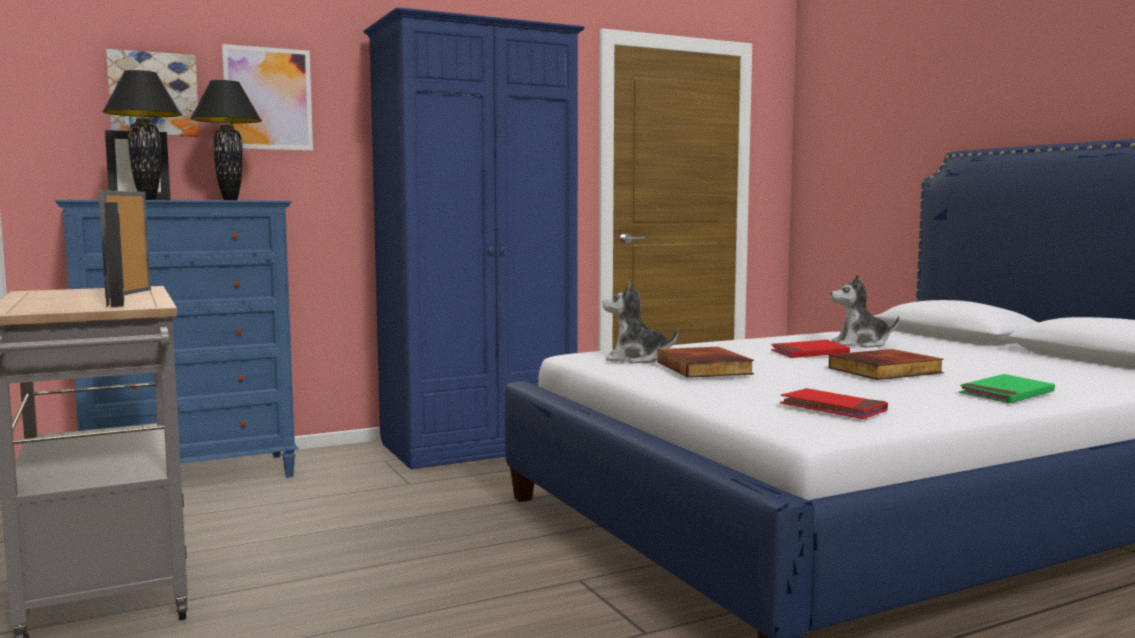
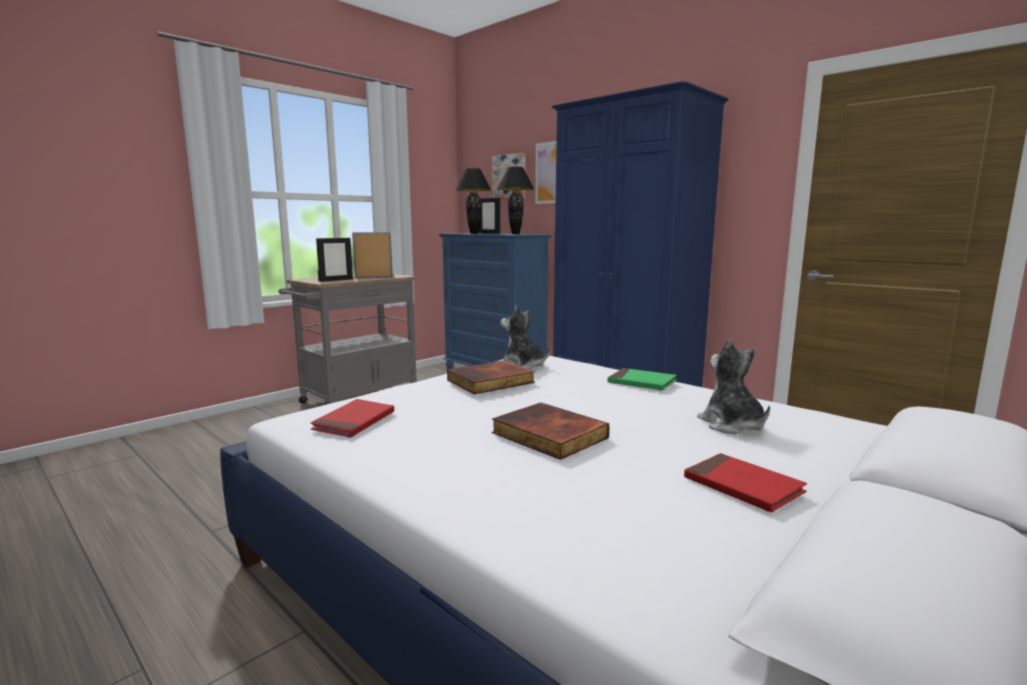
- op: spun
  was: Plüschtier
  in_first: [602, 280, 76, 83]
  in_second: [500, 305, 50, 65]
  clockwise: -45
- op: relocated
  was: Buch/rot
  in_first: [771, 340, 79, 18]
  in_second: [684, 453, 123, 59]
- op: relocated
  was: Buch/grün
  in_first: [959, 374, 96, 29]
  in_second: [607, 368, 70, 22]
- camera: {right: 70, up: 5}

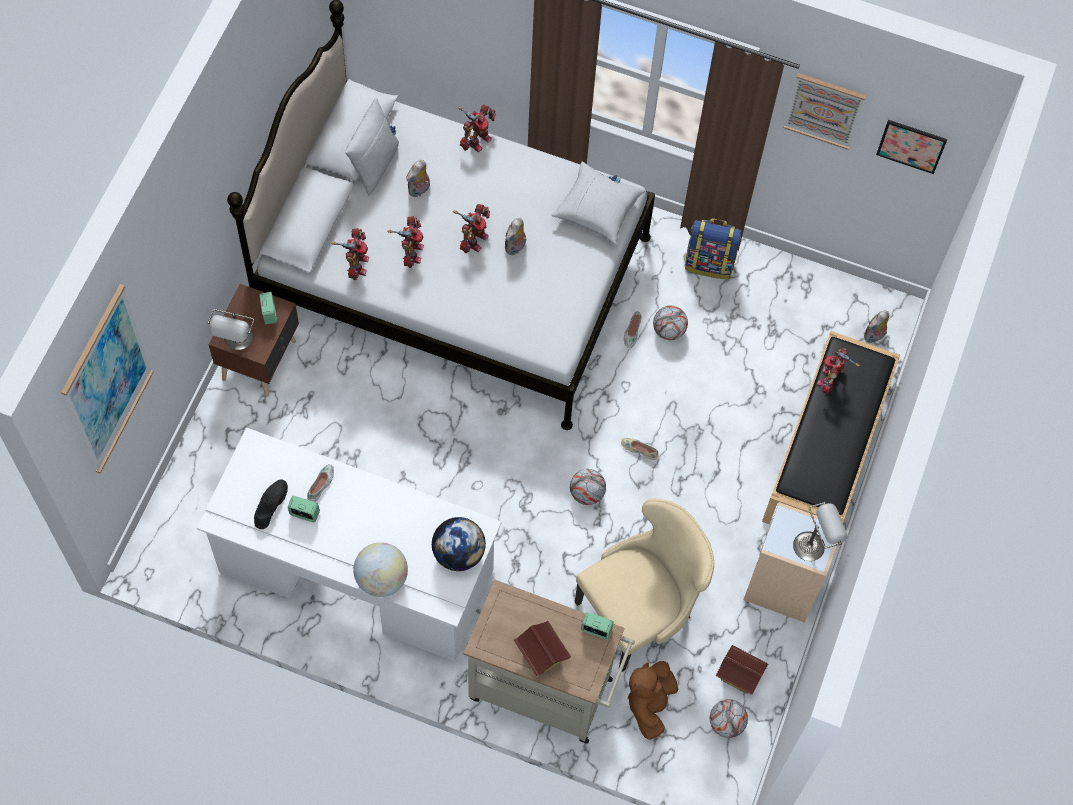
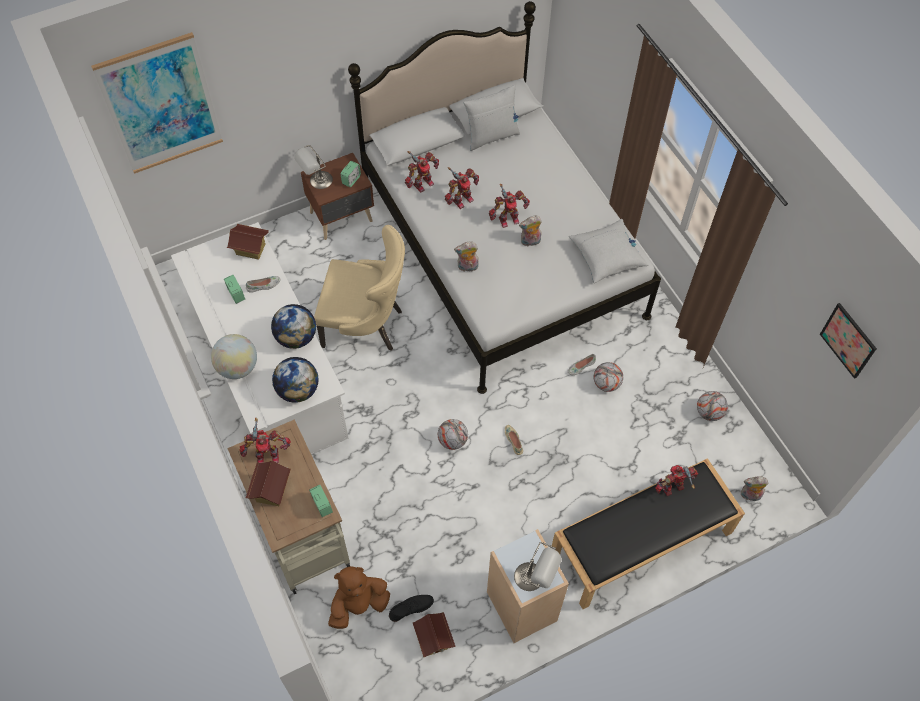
- op: missing
  was: Bild
  in_first: [784, 73, 82, 77]
- op: relocated
  was: Spielzeugroboter
  in_first: [458, 105, 38, 48]
  in_second: [240, 418, 51, 45]
- op: relocated
  was: Plüschtier
  in_first: [406, 160, 24, 37]
  in_second: [454, 241, 25, 31]
- op: missing
  was: Rucksack
  in_first: [685, 218, 56, 61]
- op: relocated
  was: Schuh/schwarz
  in_first: [254, 480, 34, 49]
  in_second: [389, 595, 45, 27]
- op: relocated
  was: Stuhl/beige
  in_first: [575, 498, 139, 174]
  in_second: [314, 225, 91, 126]
- op: relocated
  was: Fußball
  in_first: [710, 699, 38, 39]
  in_second: [697, 391, 31, 30]
- op: appeared
  now: Spielzeughaus
  in_second: [227, 224, 42, 36]
- op: appeared
  now: Globus
  in_second: [271, 304, 45, 45]
- camera: {right: 45, up: -5}

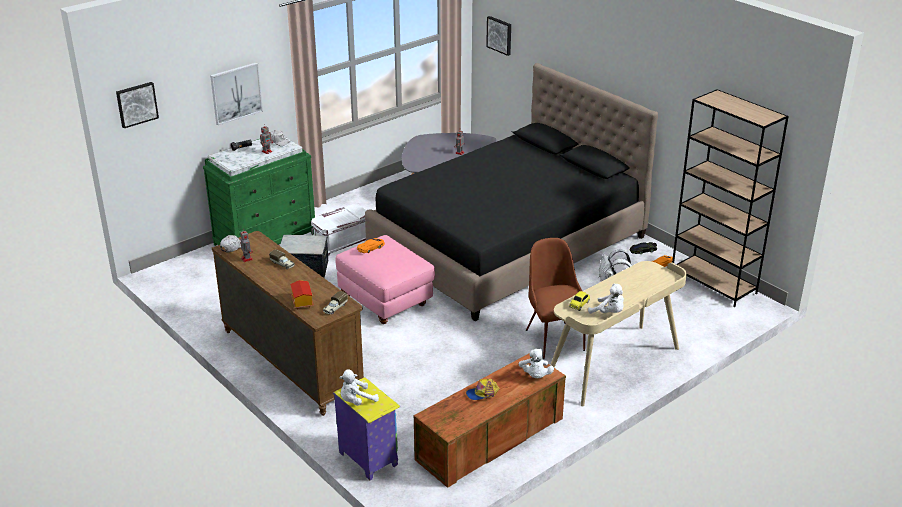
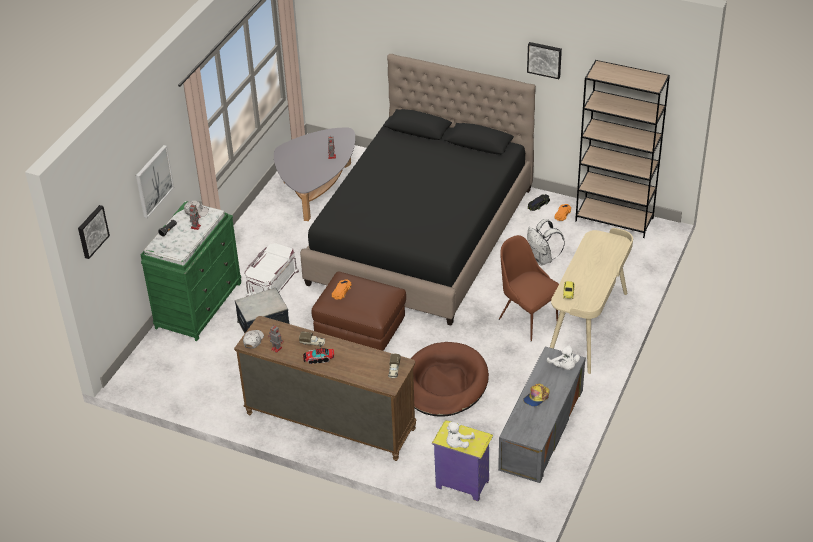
- op: relocated
  was: Bild
  in_first: [486, 16, 25, 40]
  in_second: [527, 42, 35, 37]
- op: colour
  was: Polsterhocker/rosa
  now: Polsterhocker/braun
  in_first: [336, 235, 99, 89]
  in_second: [312, 271, 94, 80]
- op: missing
  was: Spielzeughaus
  in_first: [290, 280, 24, 30]
- op: missing
  was: Plüschtier/weiß
  in_first: [588, 284, 36, 30]
- op: colour
  was: Bank/braun
  now: Bank/grau
  in_first: [414, 353, 152, 135]
  in_second: [498, 346, 88, 137]
- op: appeared
  now: Hundebett/braun
  in_second: [411, 342, 78, 75]
- op: appeared
  now: Spielzeuglaster
  in_second: [303, 348, 31, 16]
- camera: {right: -25, up: 10}

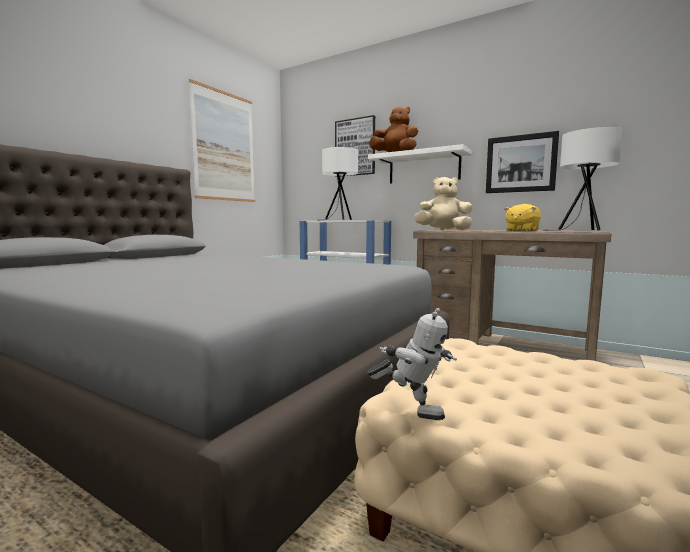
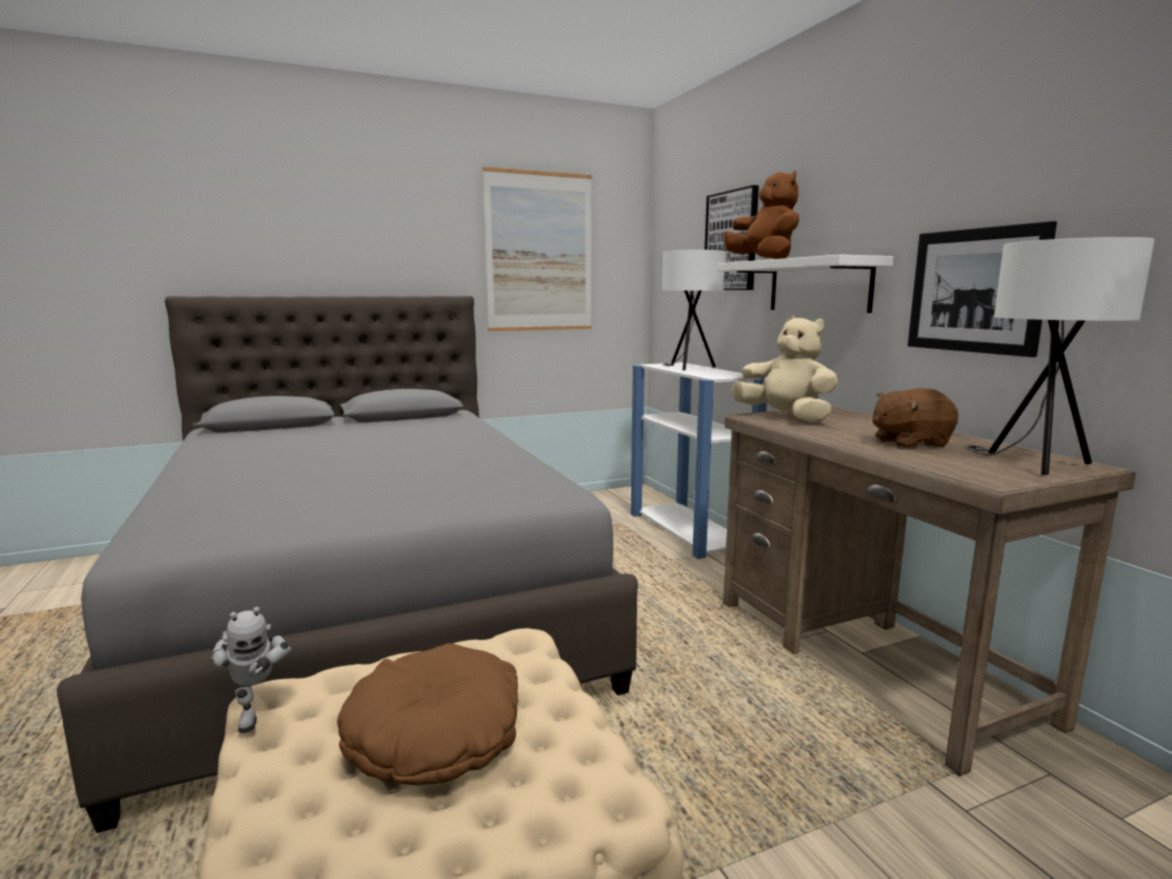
- op: colour
  was: Plüschtier/gelb
  now: Plüschtier/braun
  in_first: [504, 204, 37, 27]
  in_second: [872, 388, 86, 61]
- op: appeared
  now: Kissen/braun
  in_second: [337, 643, 181, 142]
- camera: {right: 35, up: 5}

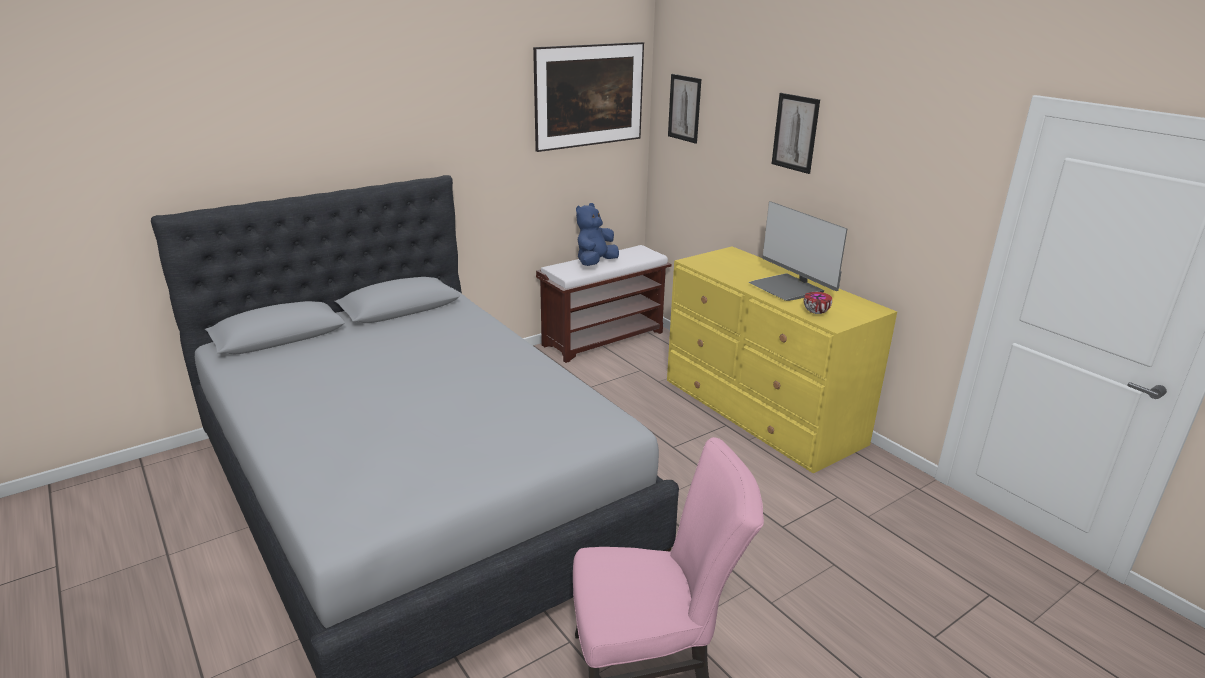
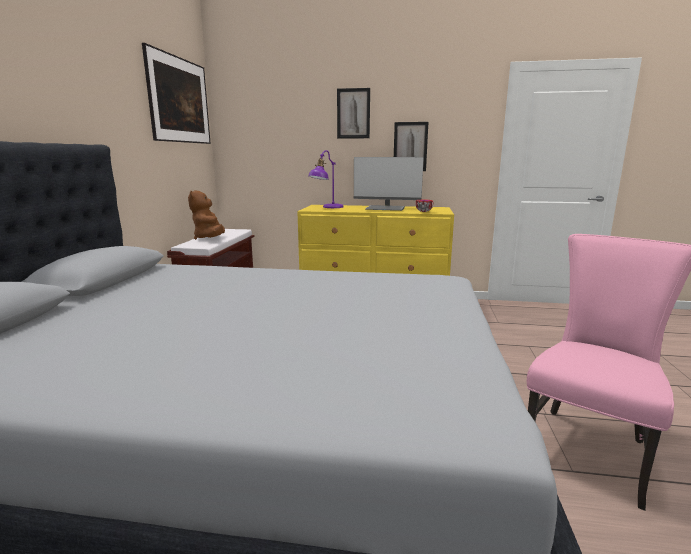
- op: relocated
  was: Bild
  in_first: [668, 74, 33, 70]
  in_second: [394, 122, 34, 49]
- op: colour
  was: Plüschtier/blau
  now: Plüschtier/braun
  in_first: [576, 203, 43, 63]
  in_second: [188, 190, 37, 50]
- op: appeared
  now: Tischlampe/lila
  in_second: [308, 150, 35, 58]
- camera: {right: -45, up: -10}

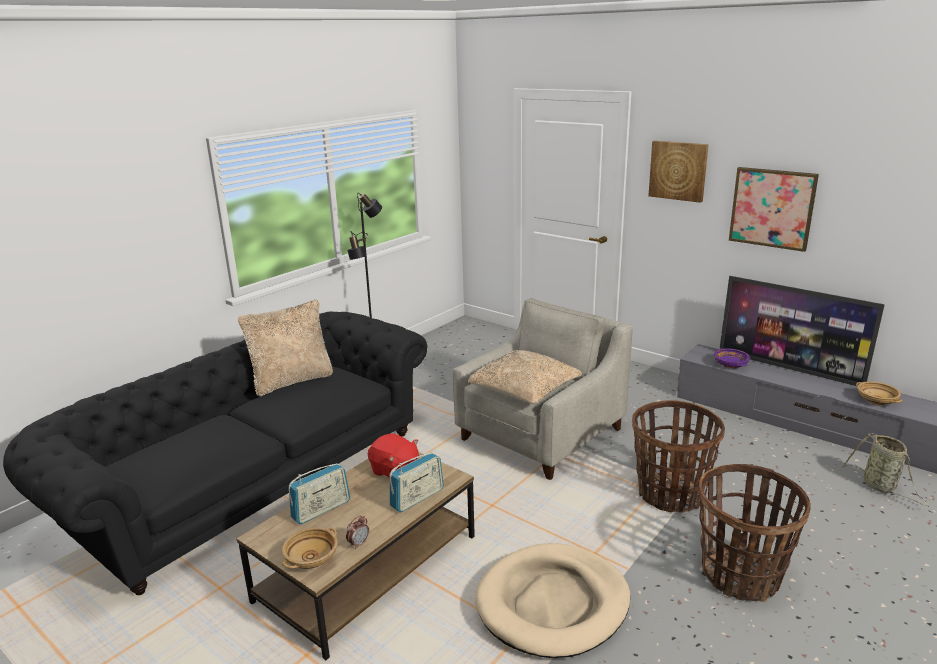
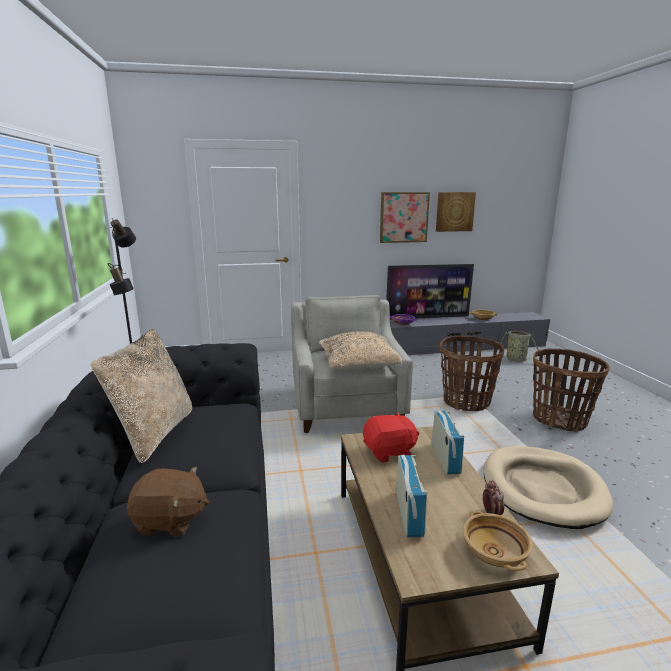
- op: relocated
  was: Bild
  in_first: [648, 141, 61, 62]
  in_second: [436, 192, 40, 40]
- op: appeared
  now: Plüschtier/braun
  in_second: [127, 467, 82, 69]
- camera: {right: -50, up: -5}

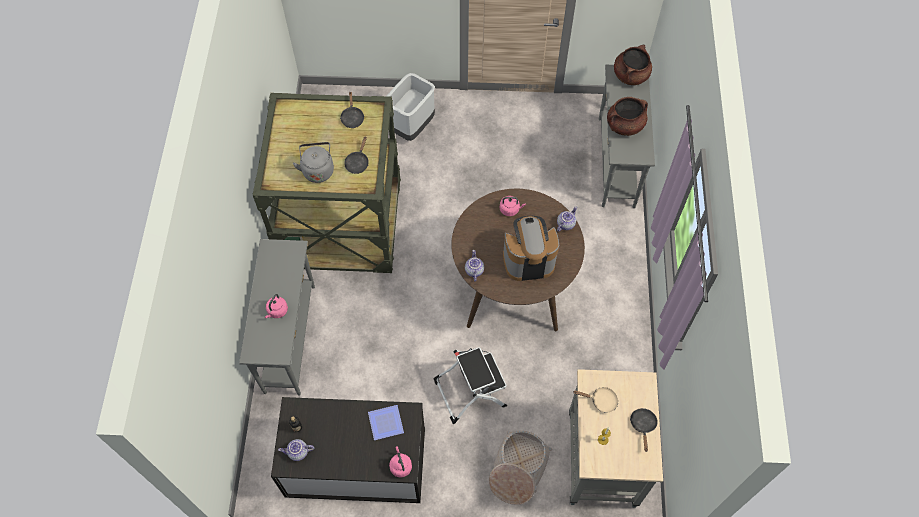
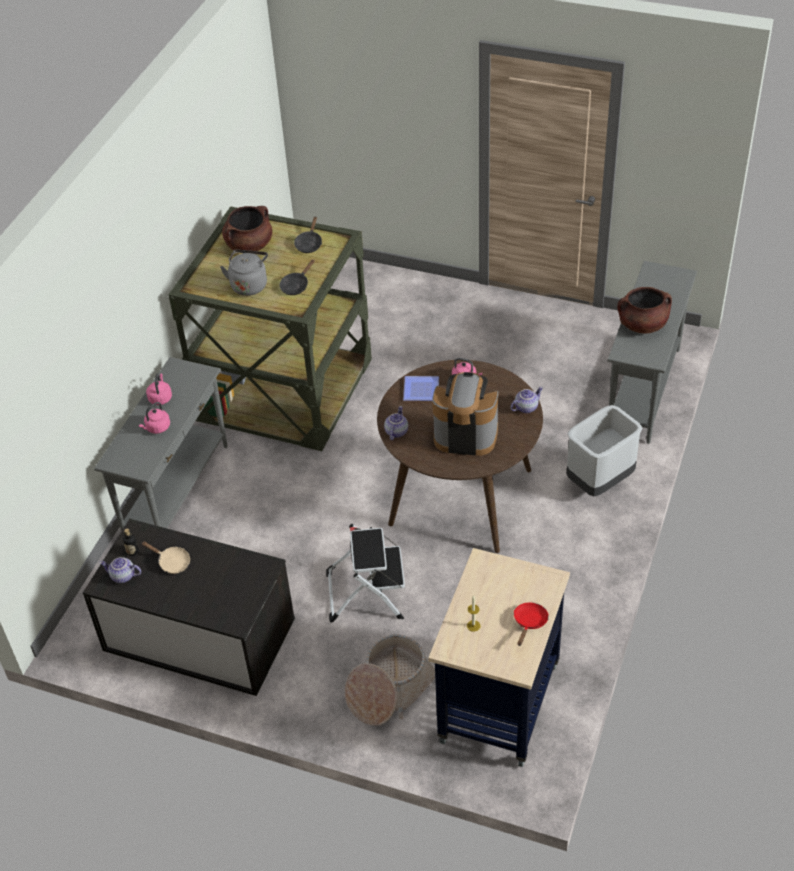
- op: relocated
  was: Kochtopf/braun
  in_first: [614, 45, 38, 40]
  in_second: [222, 206, 50, 45]
- op: relocated
  was: Mülleimer/grau
  in_first: [387, 73, 48, 68]
  in_second: [567, 405, 76, 91]
- op: colour
  was: Rollwagen/grau
  now: Rollwagen/blau
  in_first: [569, 369, 94, 139]
  in_second: [428, 548, 142, 219]
- op: relocated
  was: Pfanne/beige
  in_first: [573, 387, 45, 26]
  in_second: [141, 542, 49, 32]
- op: relocated
  was: Teller
  in_first: [368, 405, 36, 35]
  in_second: [403, 376, 36, 25]
- op: colour
  was: Pfanne/schwarz
  now: Pfanne/rot
  in_first: [630, 408, 28, 44]
  in_second: [514, 602, 35, 44]
- op: relocated
  was: Wasserkessel/rosa
  in_first: [389, 446, 23, 32]
  in_second: [146, 373, 26, 32]
- camera: {right: 20, up: -15}

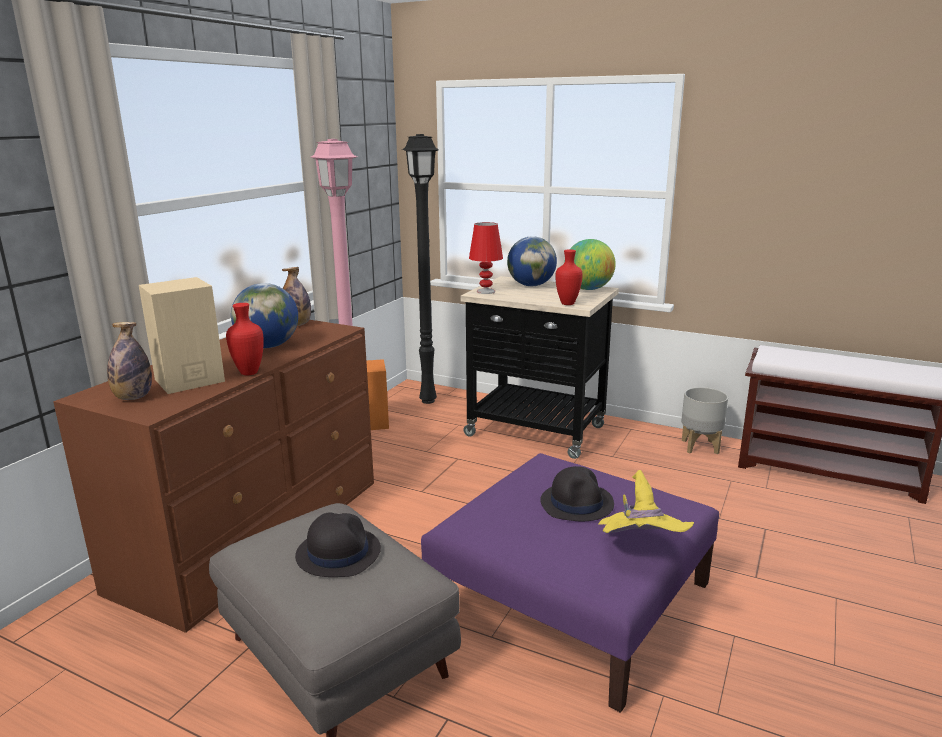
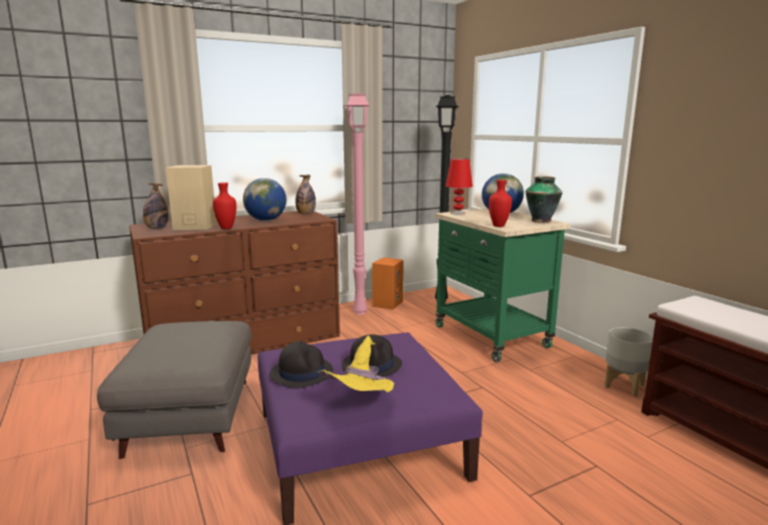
- op: exchanged
  was: Globus
  now: Vase
  in_first: [564, 239, 52, 51]
  in_second: [525, 176, 37, 47]
- op: colour
  was: Rollwagen/schwarz
  now: Rollwagen/grün
  in_first: [460, 276, 159, 183]
  in_second: [435, 208, 135, 154]
- op: relocated
  was: Hut/schwarz
  in_first: [295, 512, 86, 65]
  in_second: [270, 341, 63, 48]
- camera: {right: 35, up: -5}

